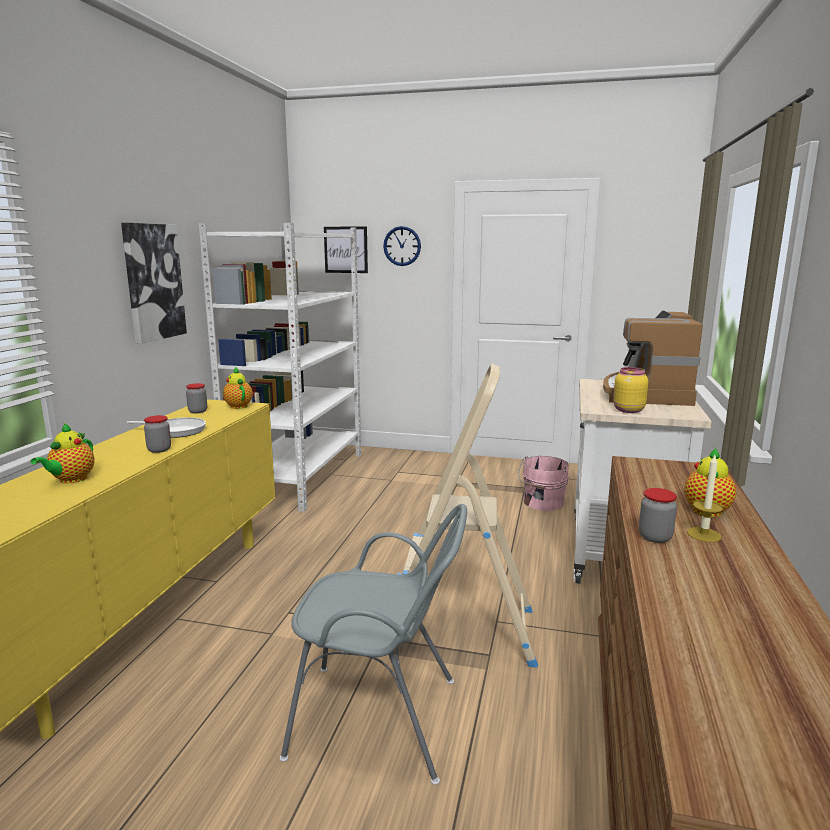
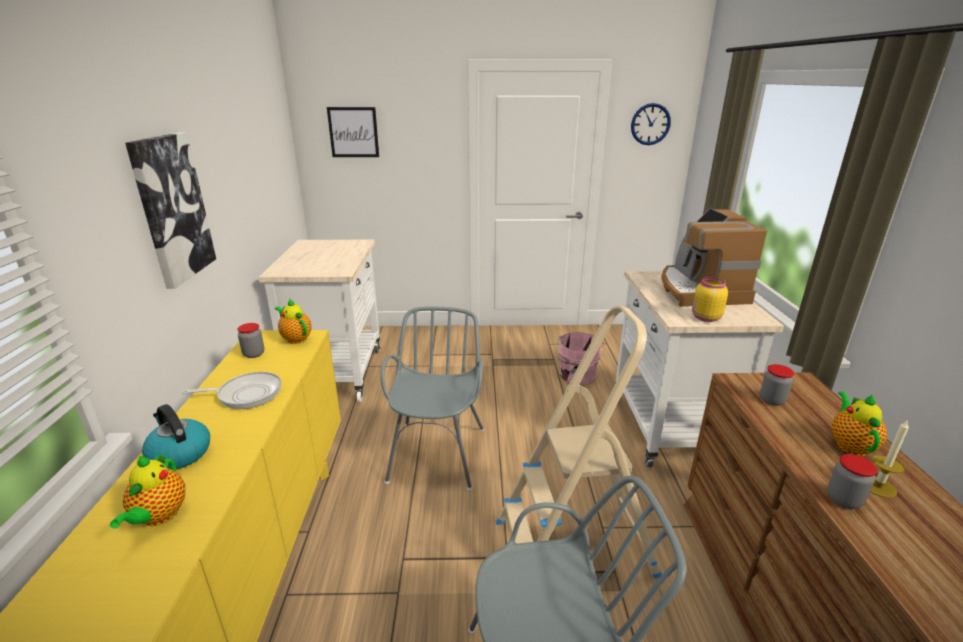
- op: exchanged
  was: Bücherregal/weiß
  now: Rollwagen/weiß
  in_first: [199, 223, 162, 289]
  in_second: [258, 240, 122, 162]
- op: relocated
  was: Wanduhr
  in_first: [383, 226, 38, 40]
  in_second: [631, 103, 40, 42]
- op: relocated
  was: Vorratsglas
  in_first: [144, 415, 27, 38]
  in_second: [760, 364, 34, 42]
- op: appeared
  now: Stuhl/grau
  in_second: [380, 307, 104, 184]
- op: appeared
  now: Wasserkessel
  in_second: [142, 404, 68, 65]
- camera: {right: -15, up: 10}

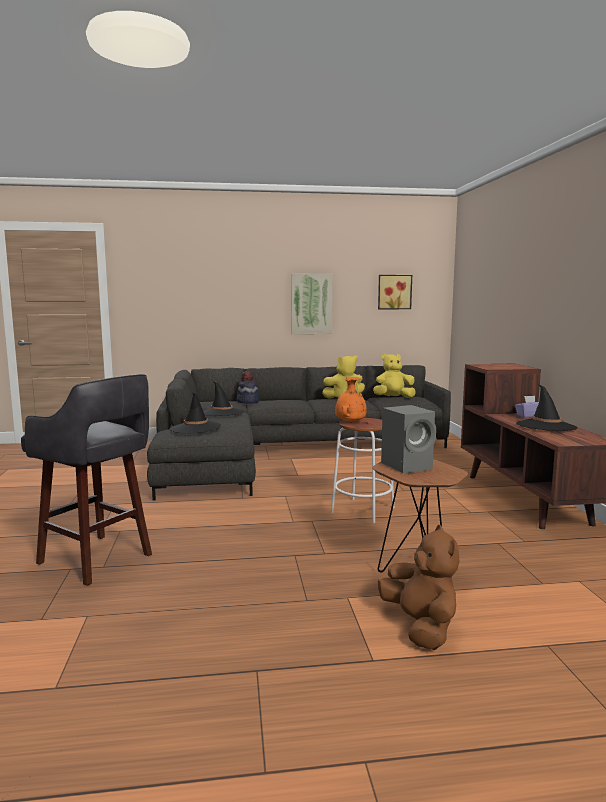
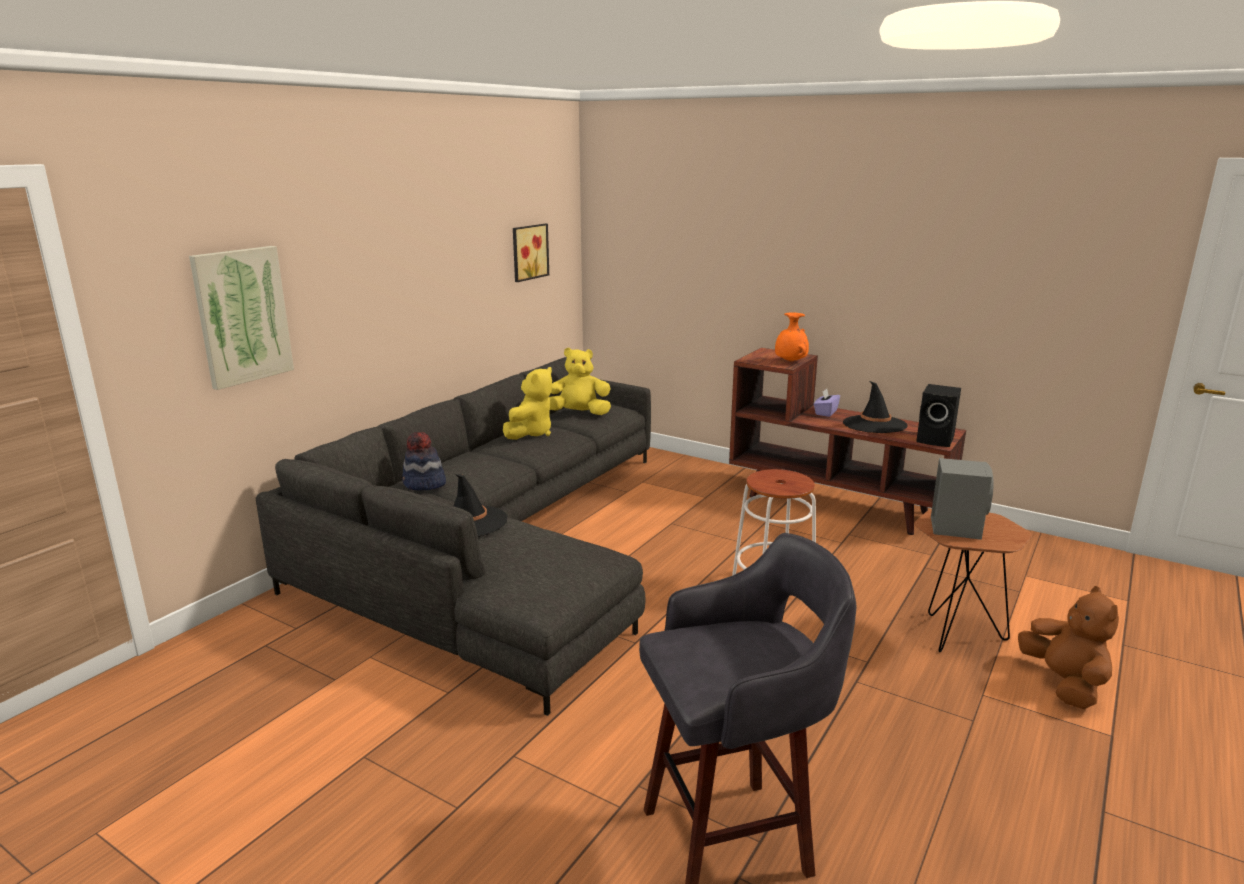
- op: relocated
  was: Bild
  in_first: [291, 273, 41, 61]
  in_second: [189, 246, 105, 144]
- op: spun
  was: Plüschtier/gelb
  in_first: [373, 353, 43, 45]
  in_second: [549, 348, 62, 67]
  clockwise: 60
- op: relocated
  was: Vase/orange
  in_first: [335, 377, 32, 46]
  in_second: [775, 313, 34, 49]
- op: missing
  was: Hut/schwarz
  in_first: [170, 393, 51, 41]
- op: spun
  was: Plüschtier/braun
  in_first: [378, 525, 81, 125]
  in_second: [1018, 586, 101, 123]
  clockwise: 60
- op: appeared
  now: Lautsprecher/schwarz
  in_second: [916, 384, 45, 63]
- camera: {right: -50, up: 10}

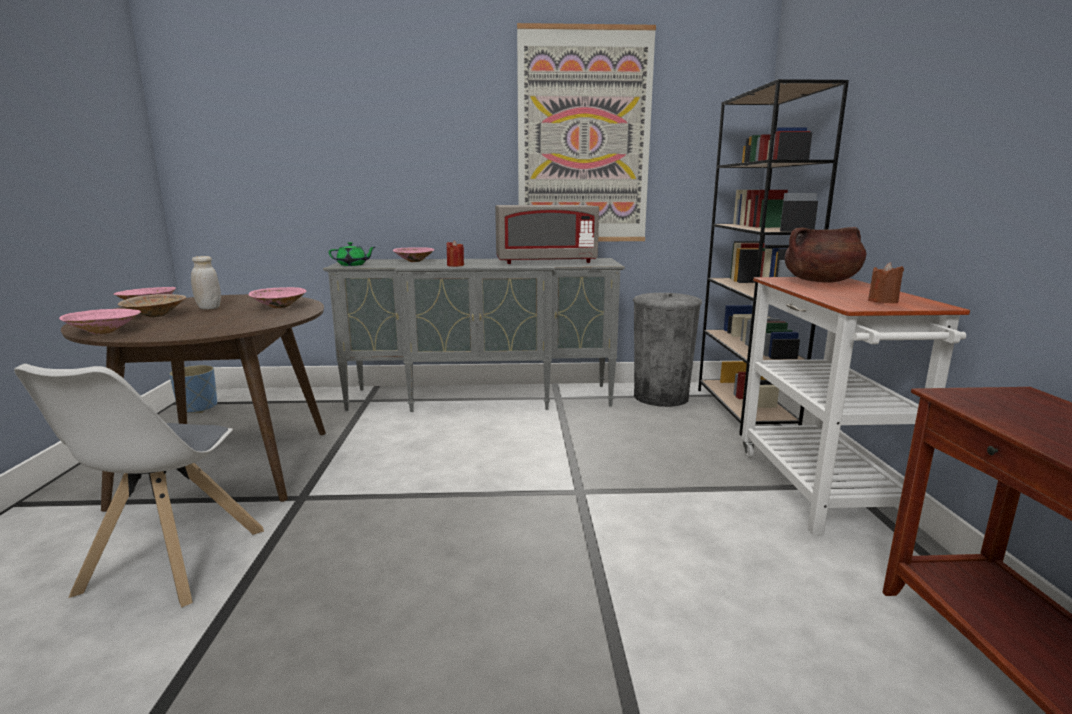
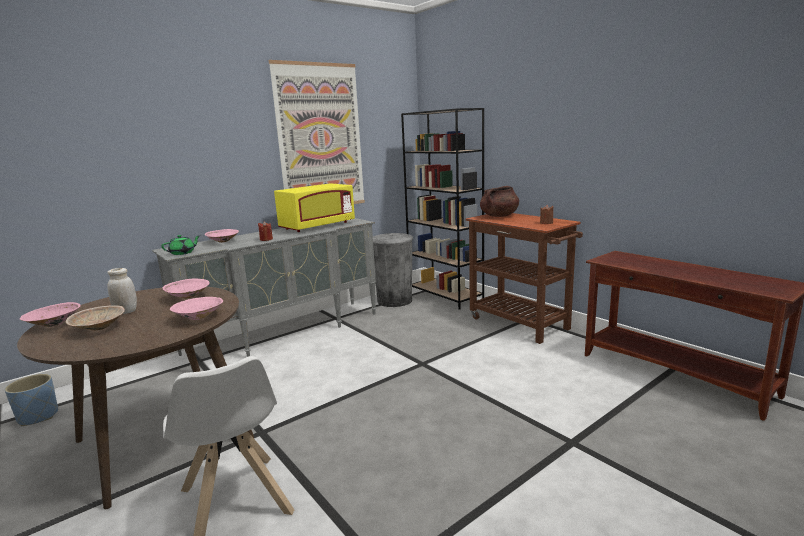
- op: colour
  was: Mikrowelle/grau
  now: Mikrowelle/gelb
  in_first: [495, 205, 104, 59]
  in_second: [274, 183, 81, 49]
- op: colour
  was: Rollwagen/weiß
  now: Rollwagen/braun
  in_first: [742, 277, 228, 258]
  in_second: [466, 213, 117, 131]
- op: relocated
  was: Schüssel/rosa
  in_first: [59, 309, 82, 25]
  in_second: [170, 297, 53, 23]
- camera: {right: -35, up: 0}

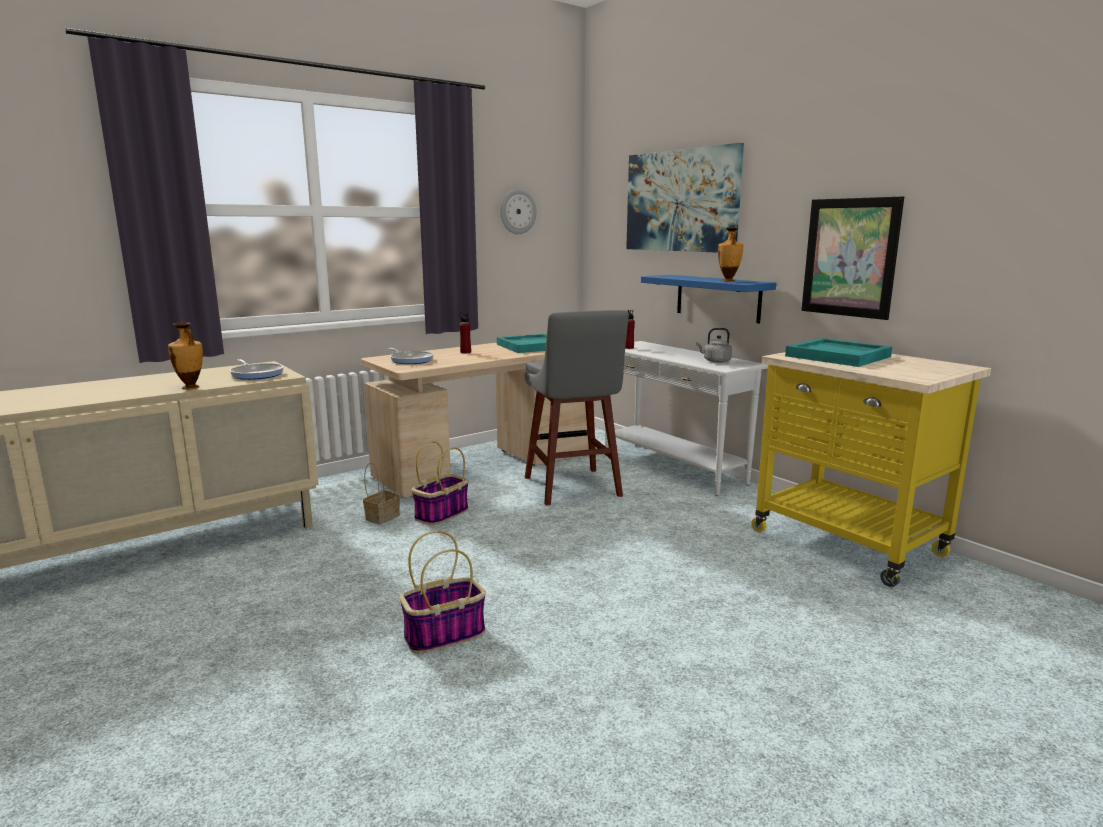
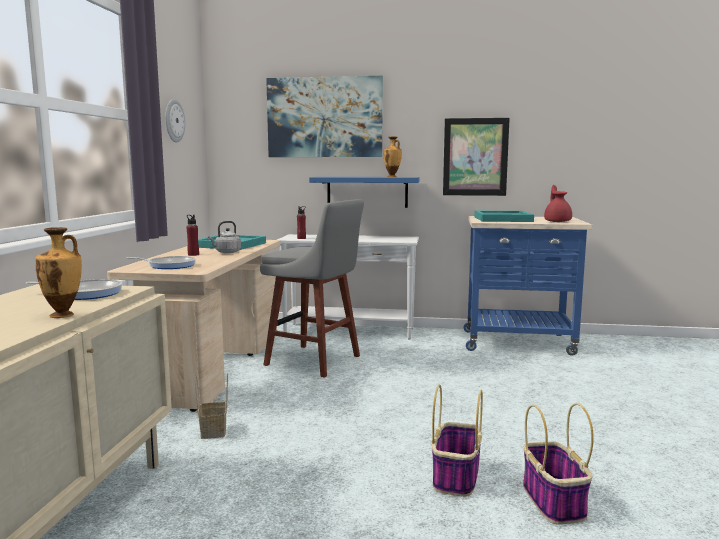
- op: relocated
  was: Wasserkessel/grau
  in_first: [696, 328, 36, 35]
  in_second: [208, 221, 33, 32]
- op: colour
  was: Rollwagen/gelb
  now: Rollwagen/blau
  in_first: [751, 352, 240, 235]
  in_second: [464, 216, 129, 140]
- op: relocated
  was: Korb
  in_first: [412, 441, 57, 84]
  in_second: [523, 403, 71, 121]
- op: appeared
  now: Teekanne/rot
  in_second: [544, 185, 28, 37]
- camera: {right: -45, up: -5}

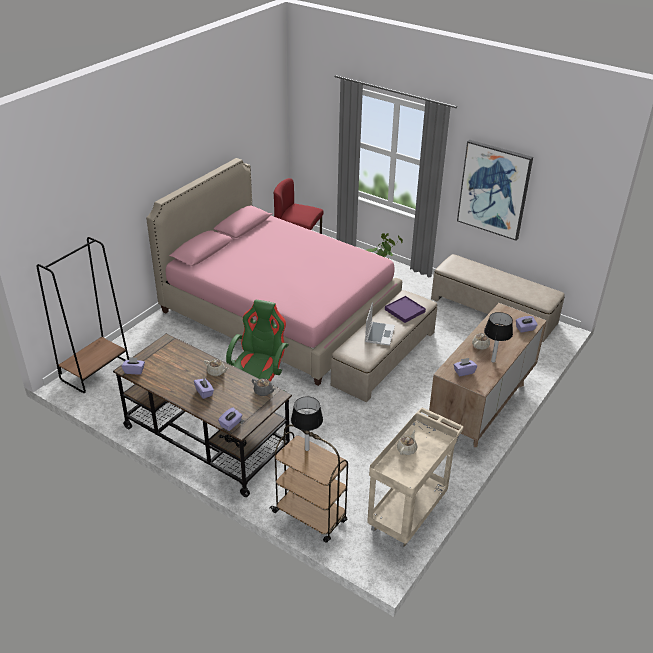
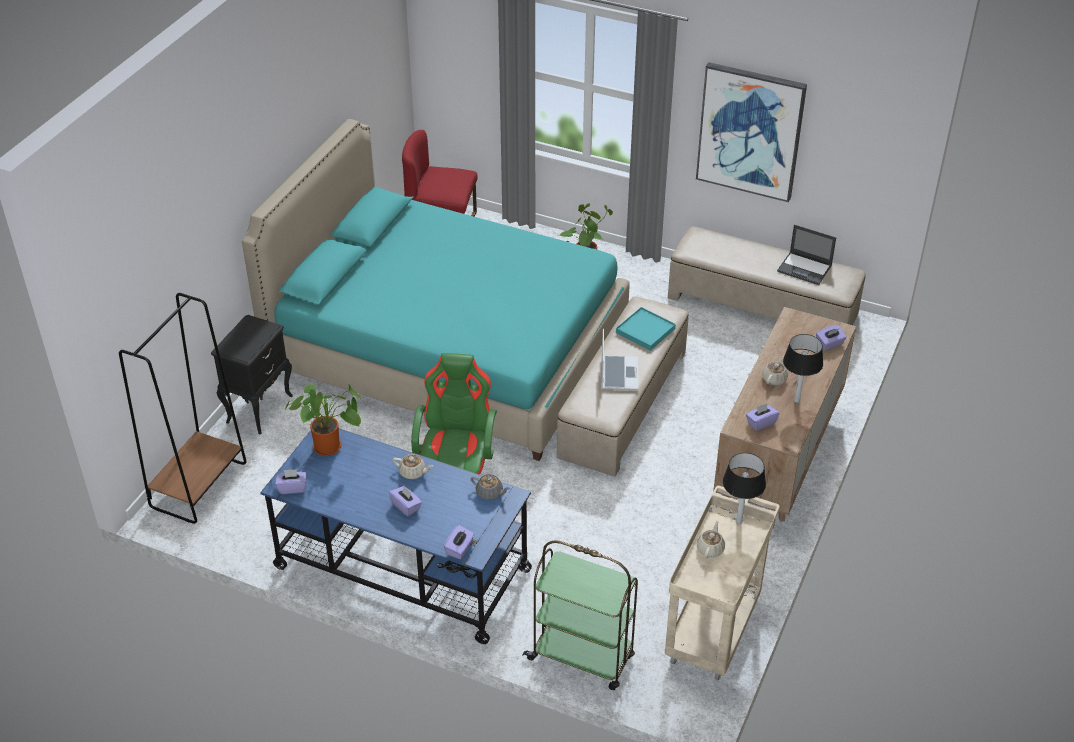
- op: colour
  was: Bett/rosa
  now: Bett/türkis
  in_first: [146, 158, 256, 228]
  in_second: [242, 119, 388, 342]
- op: colour
  was: Tablett/lila
  now: Tablett/türkis
  in_first: [385, 296, 41, 27]
  in_second: [616, 307, 60, 44]
- op: colour
  was: Schreibtisch/braun
  now: Schreibtisch/blau
  in_first: [113, 333, 179, 164]
  in_second: [260, 428, 272, 216]
- op: relocated
  was: Tischlampe
  in_first: [291, 397, 32, 54]
  in_second: [723, 453, 43, 71]
- op: colour
  was: Rollwagen/braun
  now: Rollwagen/grün
  in_first: [270, 424, 78, 119]
  in_second: [522, 540, 116, 150]
- op: appeared
  now: Laptop
  in_second: [777, 225, 59, 60]
- op: appeared
  now: Nachttisch/schwarz
  in_second: [211, 315, 82, 120]
- op: appeared
  now: Topfpflanze
  in_second: [284, 383, 77, 73]
- camera: {right: -10, up: 5}

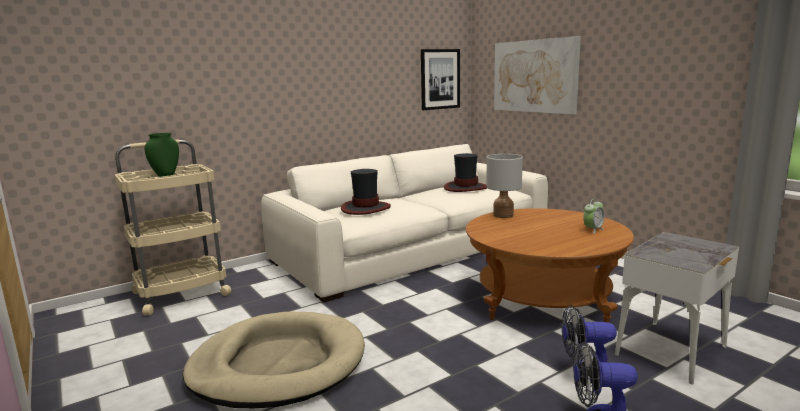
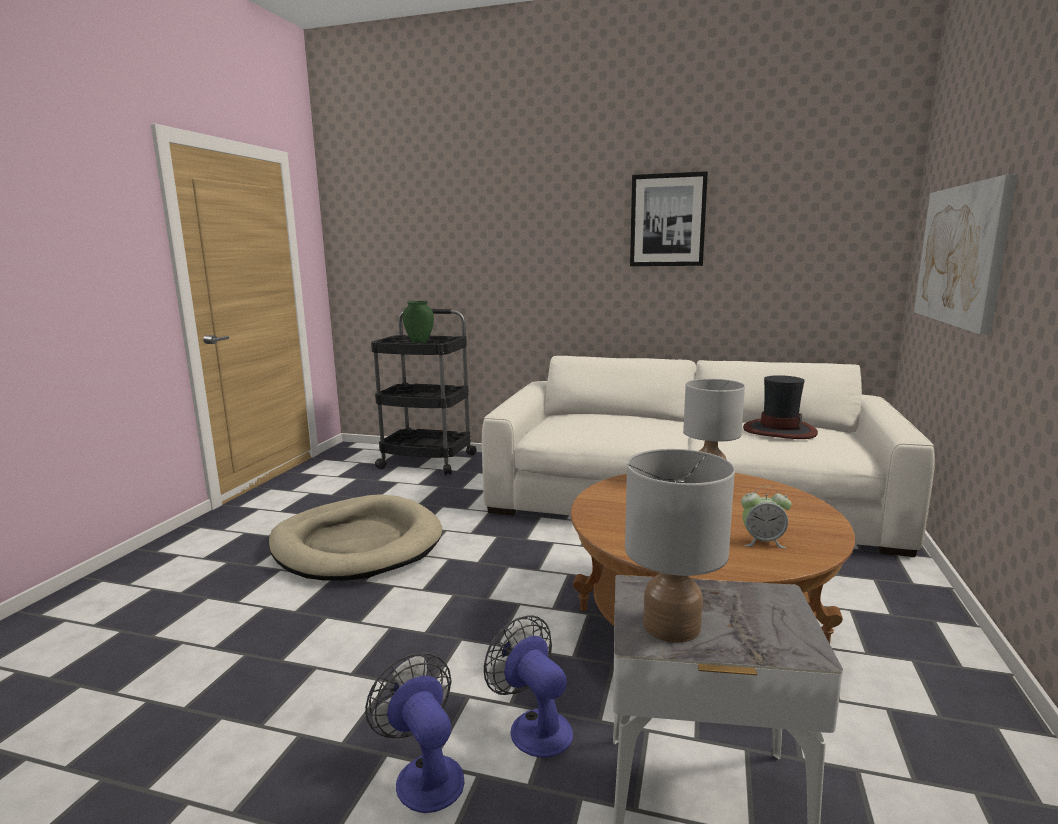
- op: relocated
  was: Bild
  in_first: [421, 49, 39, 61]
  in_second: [630, 171, 78, 95]
- op: colour
  was: Rollwagen/beige
  now: Rollwagen/schwarz
  in_first: [115, 139, 116, 176]
  in_second: [371, 309, 106, 166]
- op: missing
  was: Hut
  in_first: [341, 169, 50, 46]
- op: appeared
  now: Tischlampe/grau
  in_second: [625, 449, 110, 194]
- camera: {right: 50, up: 0}

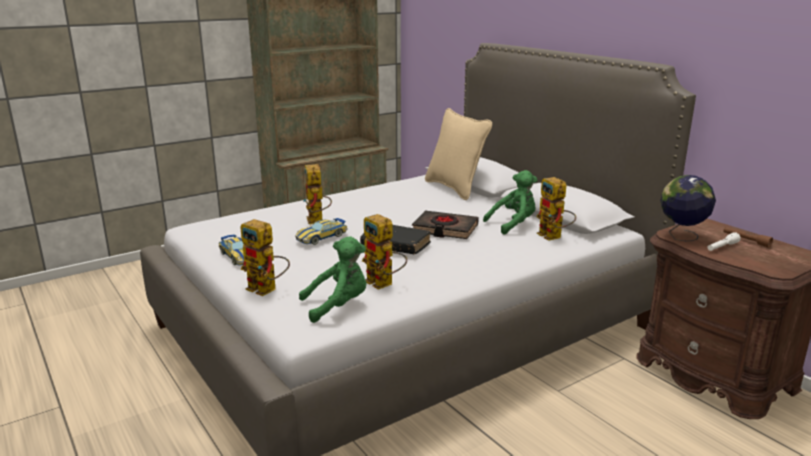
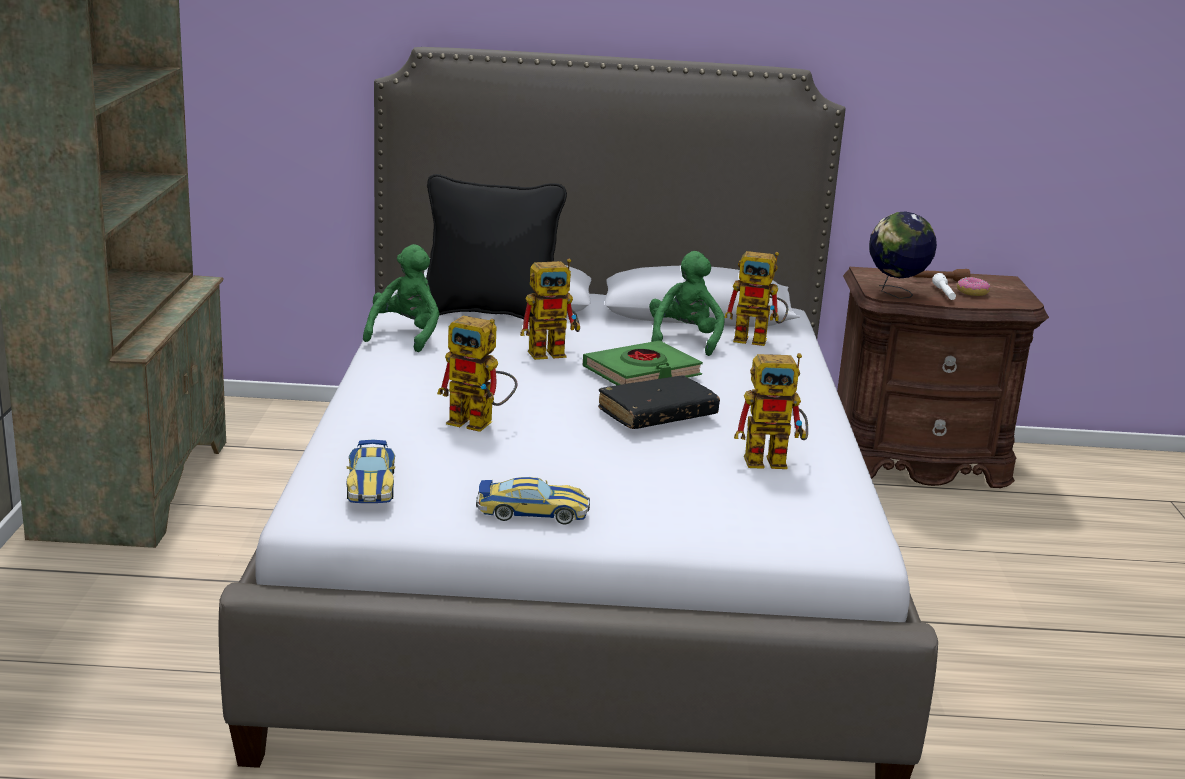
- op: colour
  was: Kissen/beige
  now: Kissen/schwarz
  in_first: [425, 108, 67, 92]
  in_second: [426, 174, 141, 146]
- op: colour
  was: Buch/schwarz
  now: Buch/grün
  in_first: [412, 211, 67, 28]
  in_second: [583, 340, 120, 45]
- op: relocated
  was: Spielzeugauto
  in_first: [295, 218, 53, 27]
  in_second: [346, 440, 49, 63]
- op: relocated
  was: Spielzeugroboter
  in_first: [240, 219, 50, 77]
  in_second: [520, 258, 60, 102]
- op: relocated
  was: Plüschtier/grün
  in_first: [299, 236, 68, 87]
  in_second: [363, 244, 77, 108]
- op: appeared
  now: Donut
  in_second: [957, 277, 33, 19]
- camera: {right: -55, up: 0}

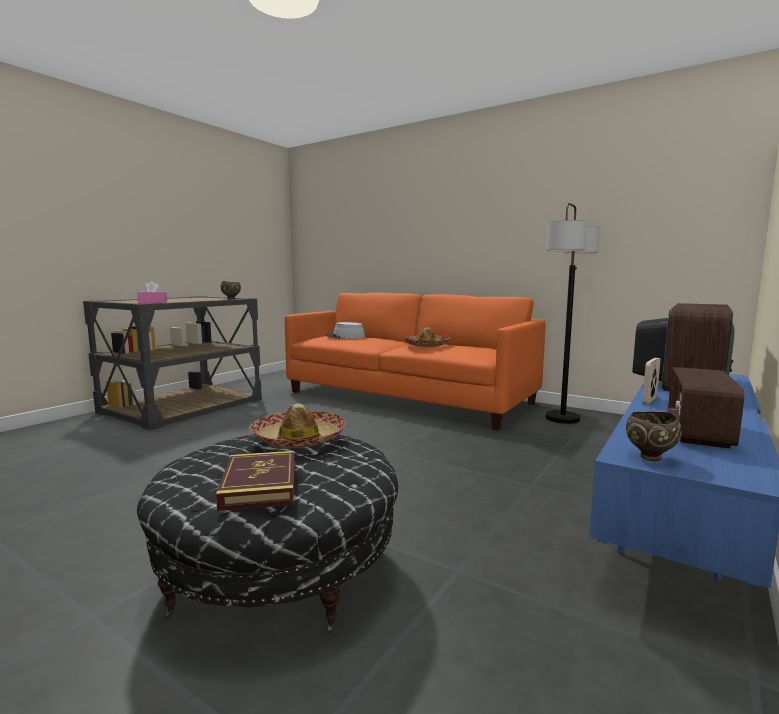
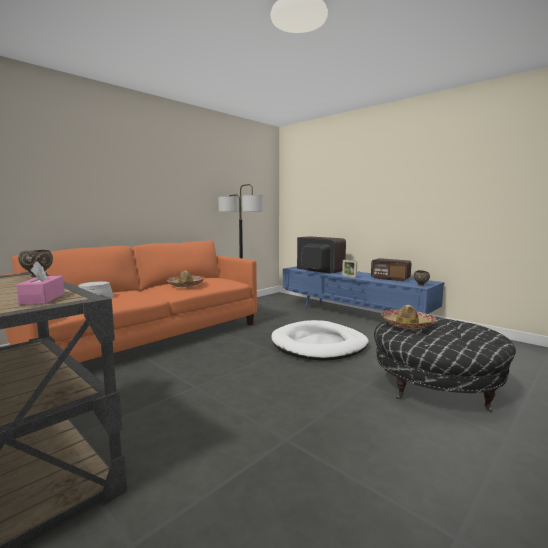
- op: missing
  was: Buch
  in_first: [216, 451, 79, 60]
- op: appeared
  now: Hundebett/weiß
  in_second: [271, 320, 98, 41]
- camera: {right: -80, up: 0}

